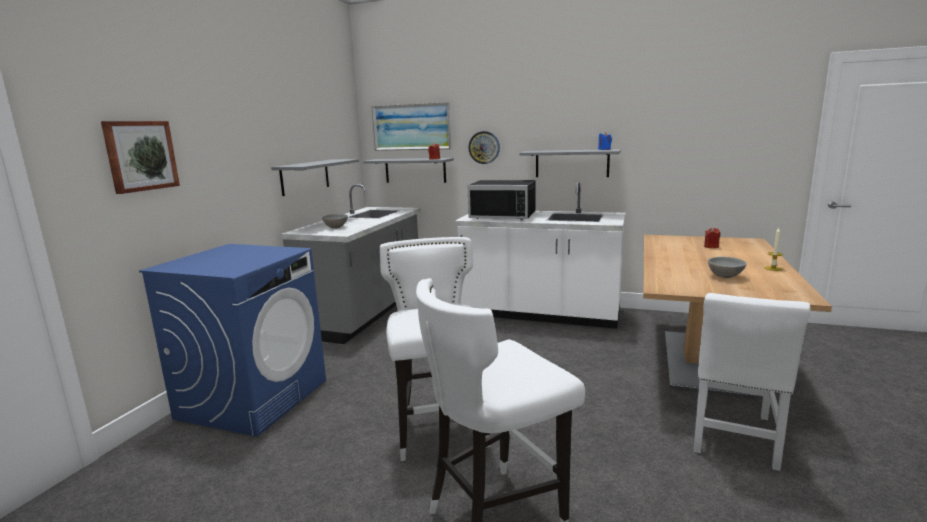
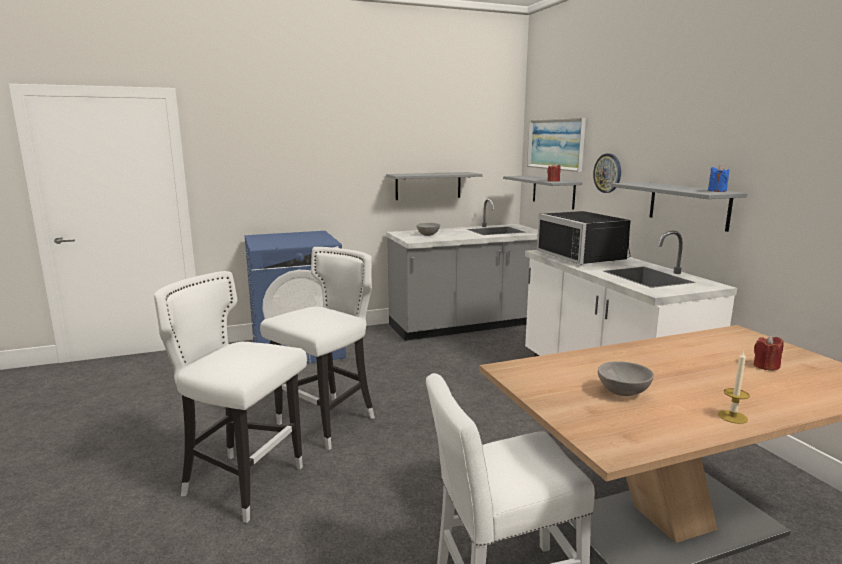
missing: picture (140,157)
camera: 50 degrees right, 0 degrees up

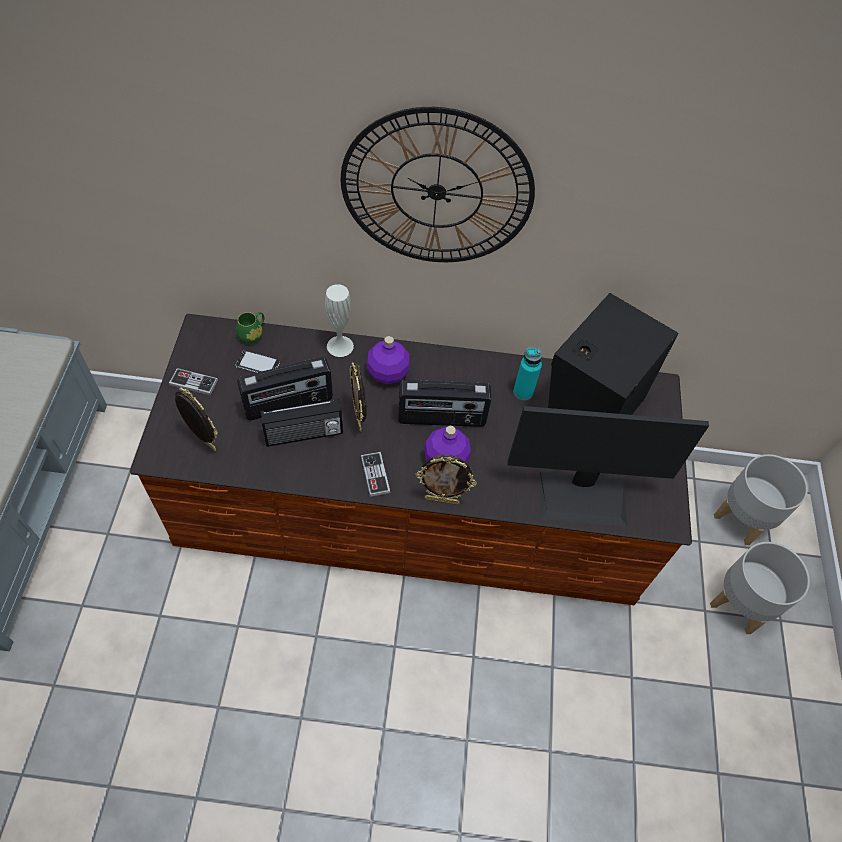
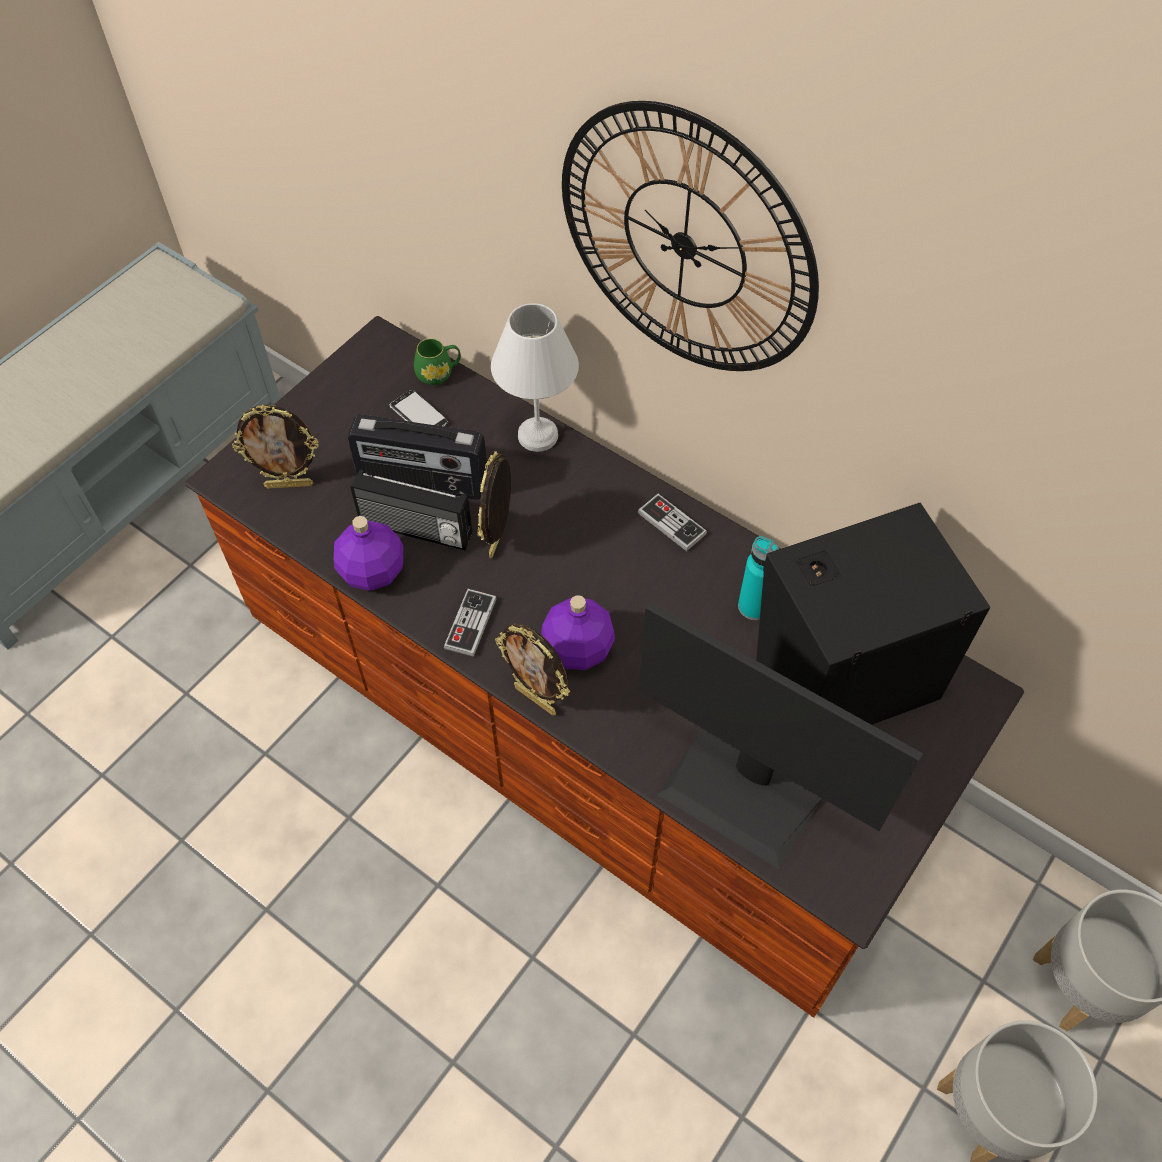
missing: radio receiver (444,403)
relocated: purple-coloured drink bottle (388,360) to (368,553); game controller (193,382) to (672,522)
exchanged: white flower vase (339,320) to white table lamp (535,377)
spun: picture frame (196,419) = (275,446) 105 degrees clockwise
camera: 35 degrees right, 0 degrees up

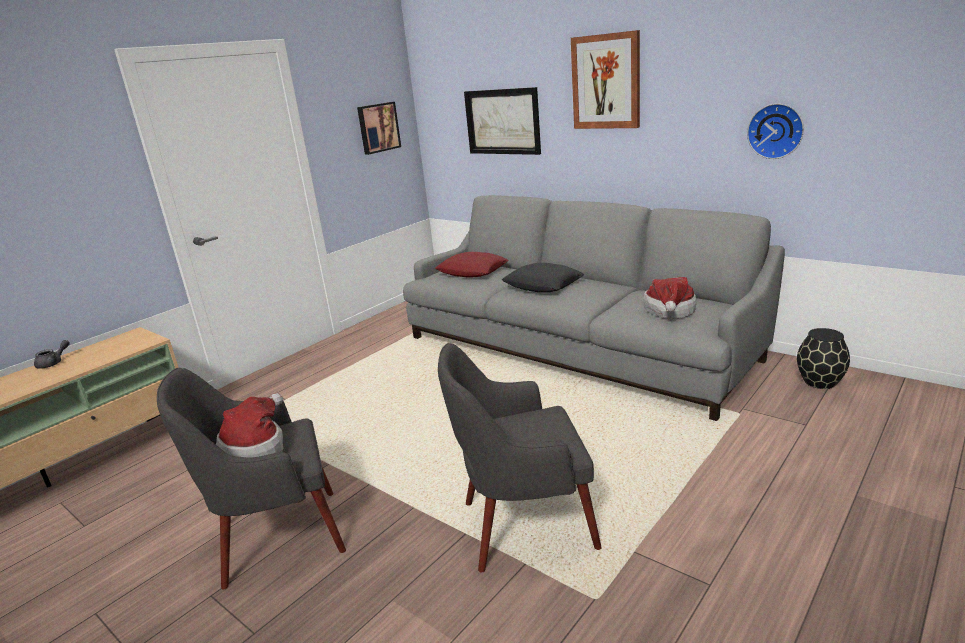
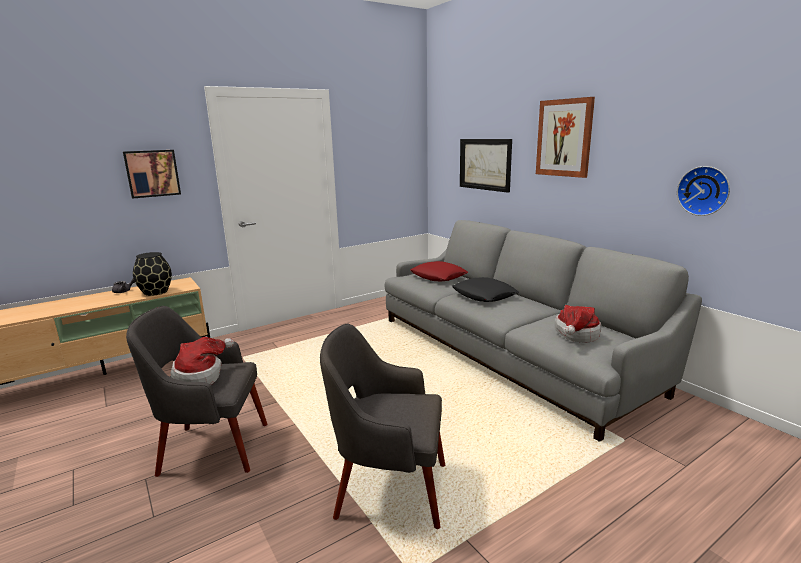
relocated: picture (379,128) to (152,174); black flower vase (823,358) to (152,274)
camera: 15 degrees right, 5 degrees down

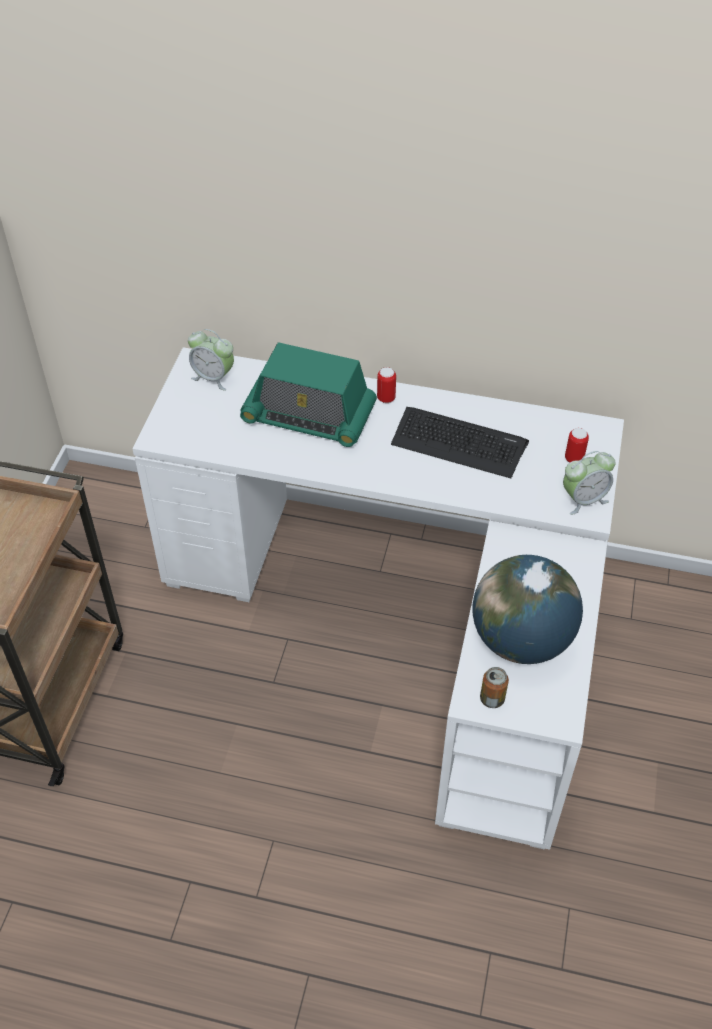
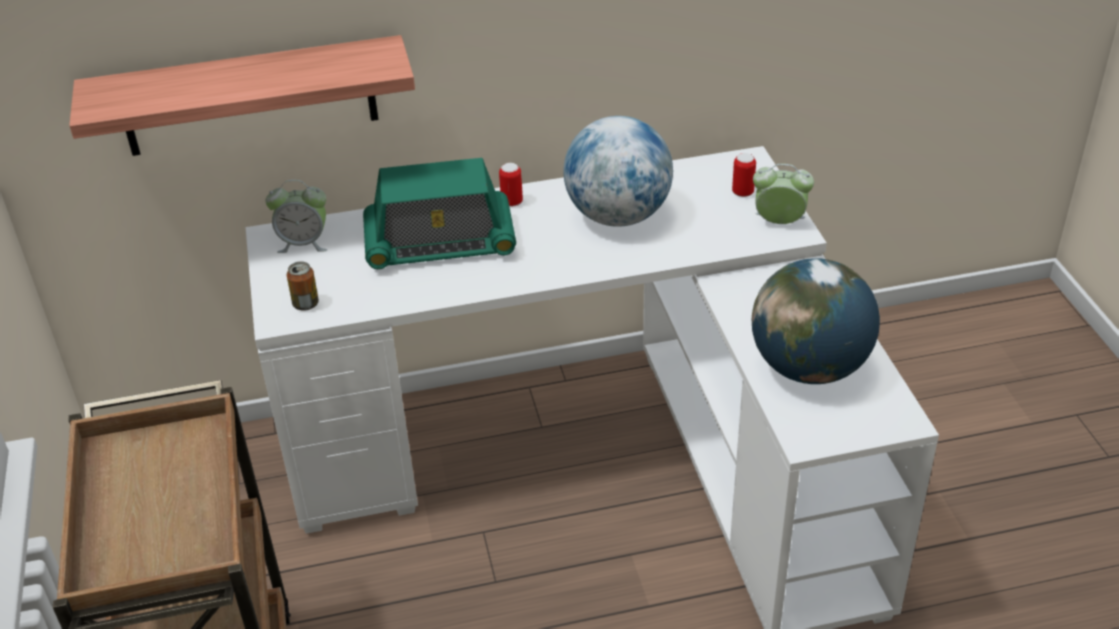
appeared: shelf (242,95)
relocated: metal can (494,687) to (303,286)
exchanged: PC keyboard (460,443) to globe (618,171)
spun: alarm clock (589,483) = (783,194) 120 degrees counterclockwise
camera: 25 degrees left, 10 degrees down

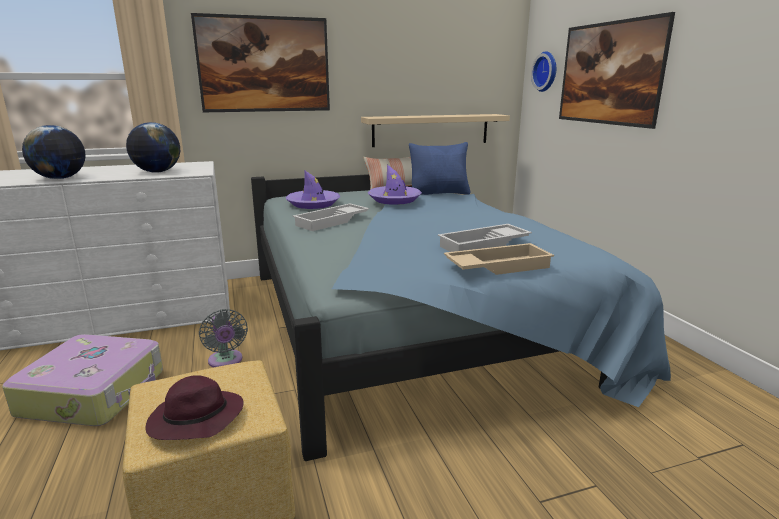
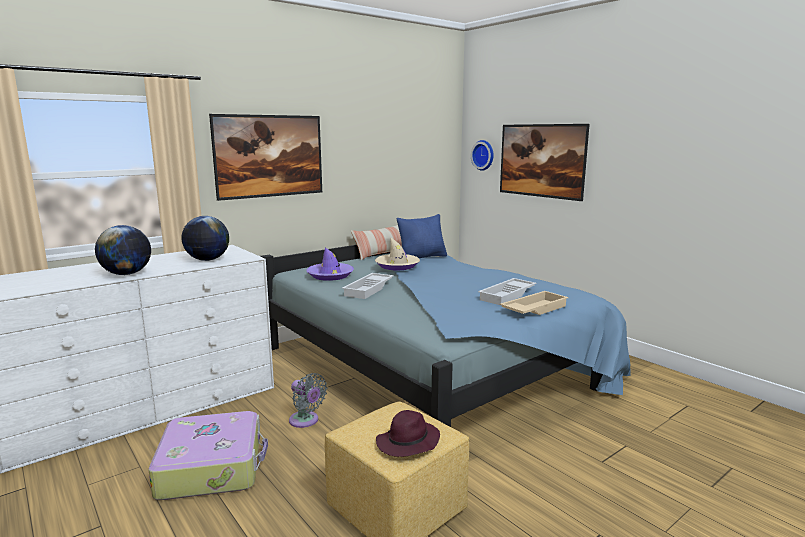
missing: beige-coloured shelf (435,130)
colour: purple-coloured wearable hat (395,184) to beige-coloured wearable hat (397,253)
camera: 20 degrees left, 5 degrees down

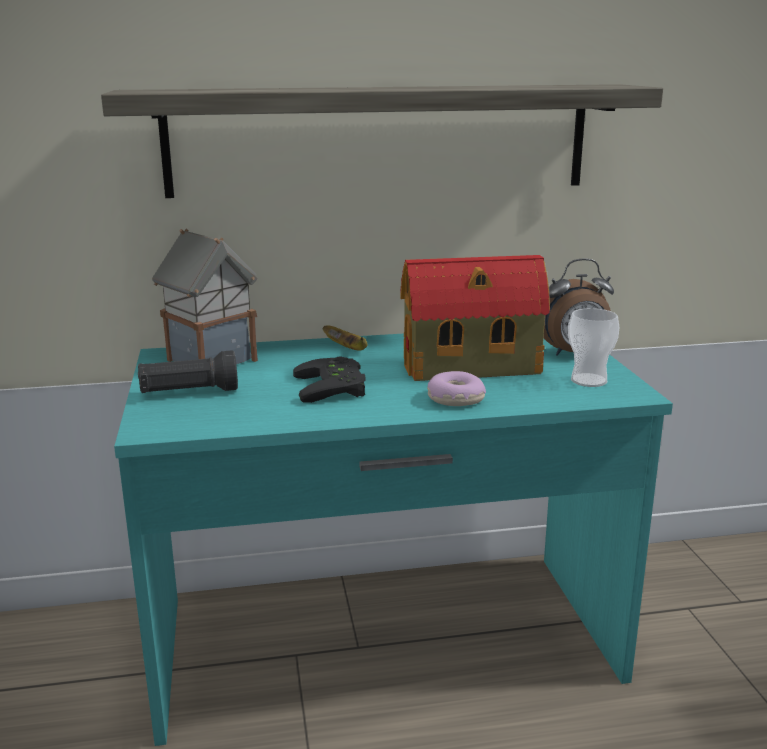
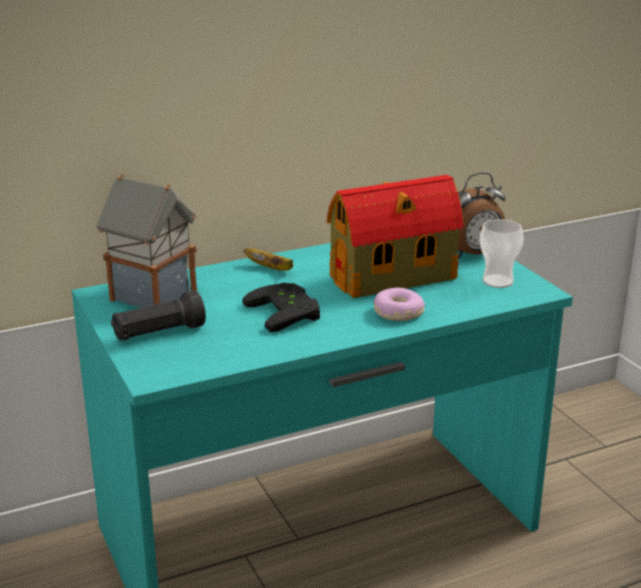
missing: shelf (382,141)
camera: 15 degrees left, 5 degrees up

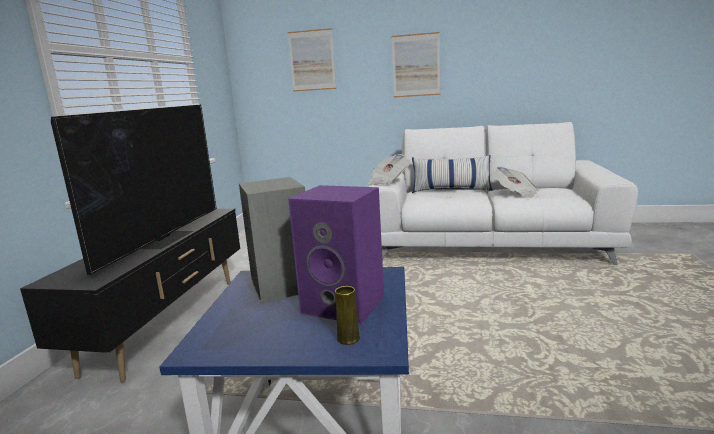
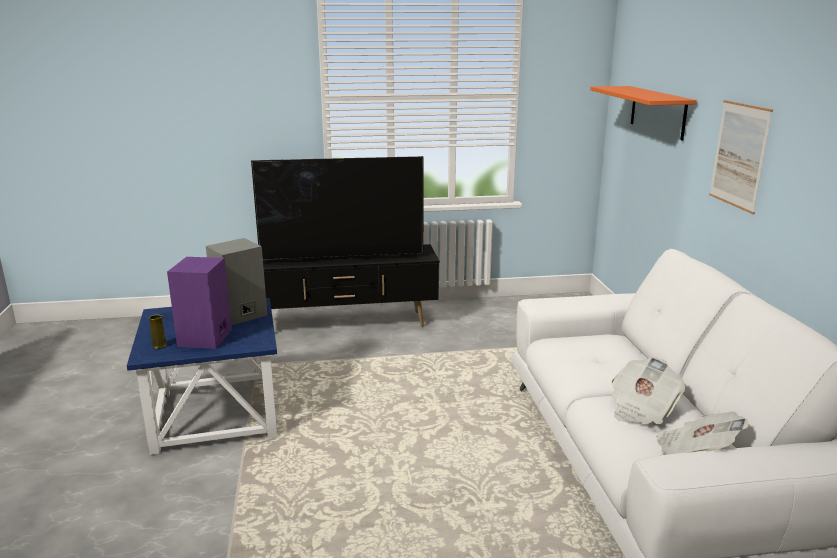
missing: cushion (452,174)
relocated: newspaper (389,169) to (702,433)
exchanged: picture (312,60) to orangey shelf (643,113)
camera: 70 degrees right, 5 degrees up

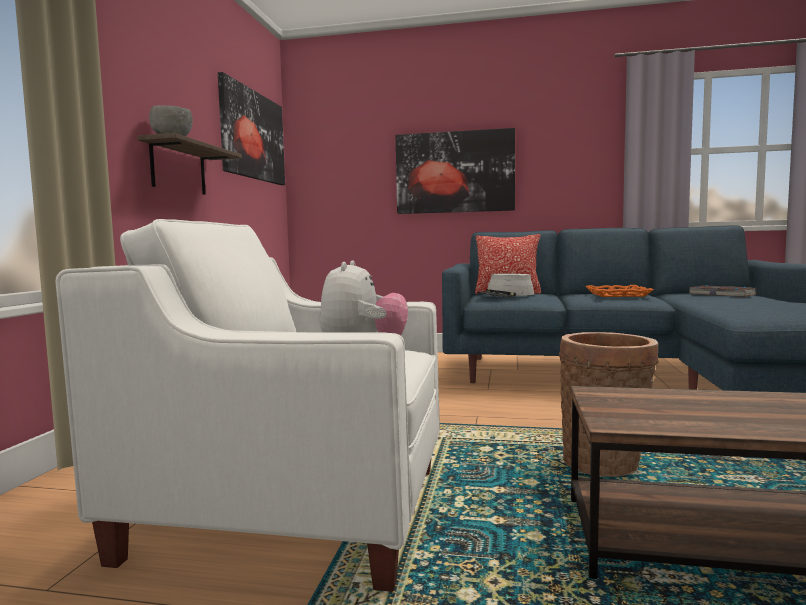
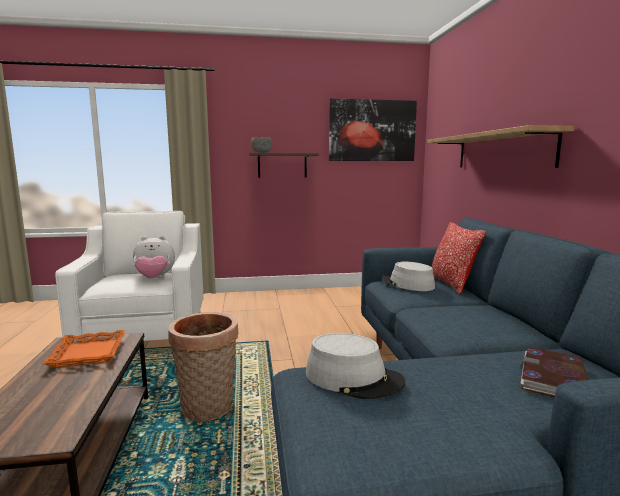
appeared: grey wearable hat (355,366)
relocated: orangey carrying tray (619,291) to (84,349)
exchanged: picture (455,171) to shelf (500,146)
camera: 70 degrees right, 5 degrees up

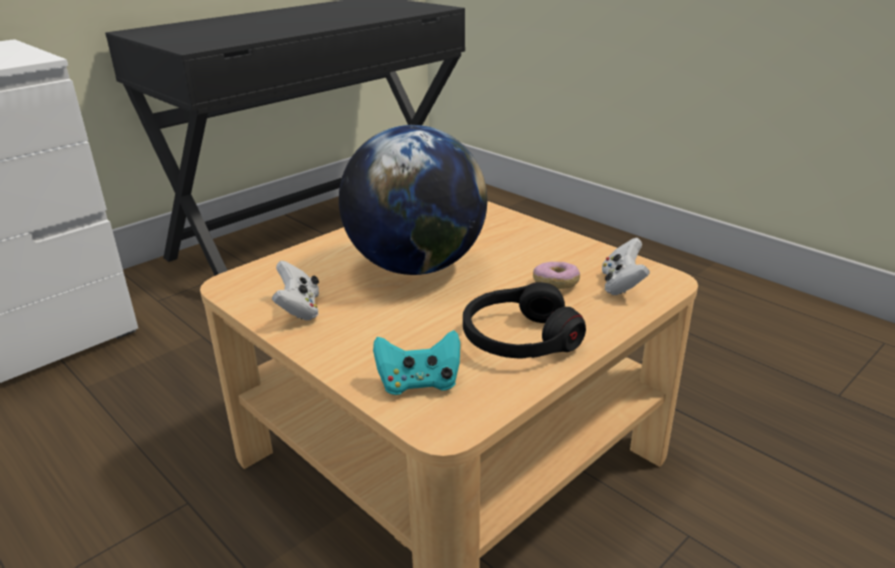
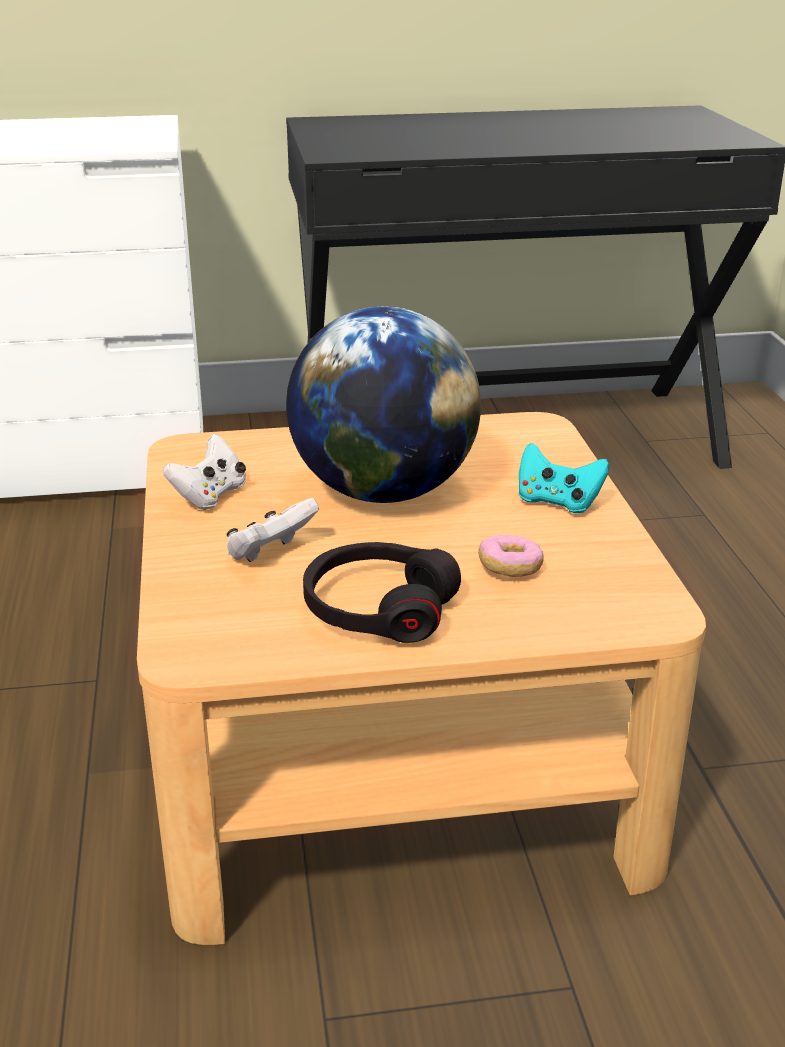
relocated: white game controller (626,266) to (272,530); blue-green game controller (416,362) to (564,477)
camera: 35 degrees right, 0 degrees up

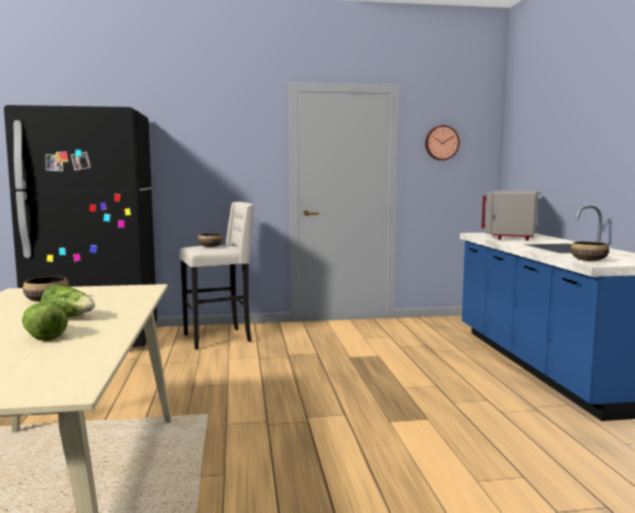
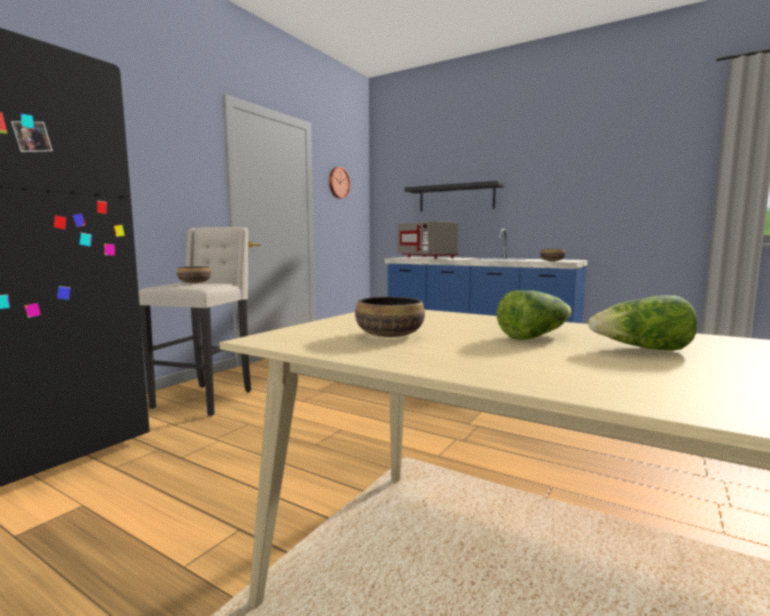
appeared: black shelf (454,196)
camera: 50 degrees left, 0 degrees up

